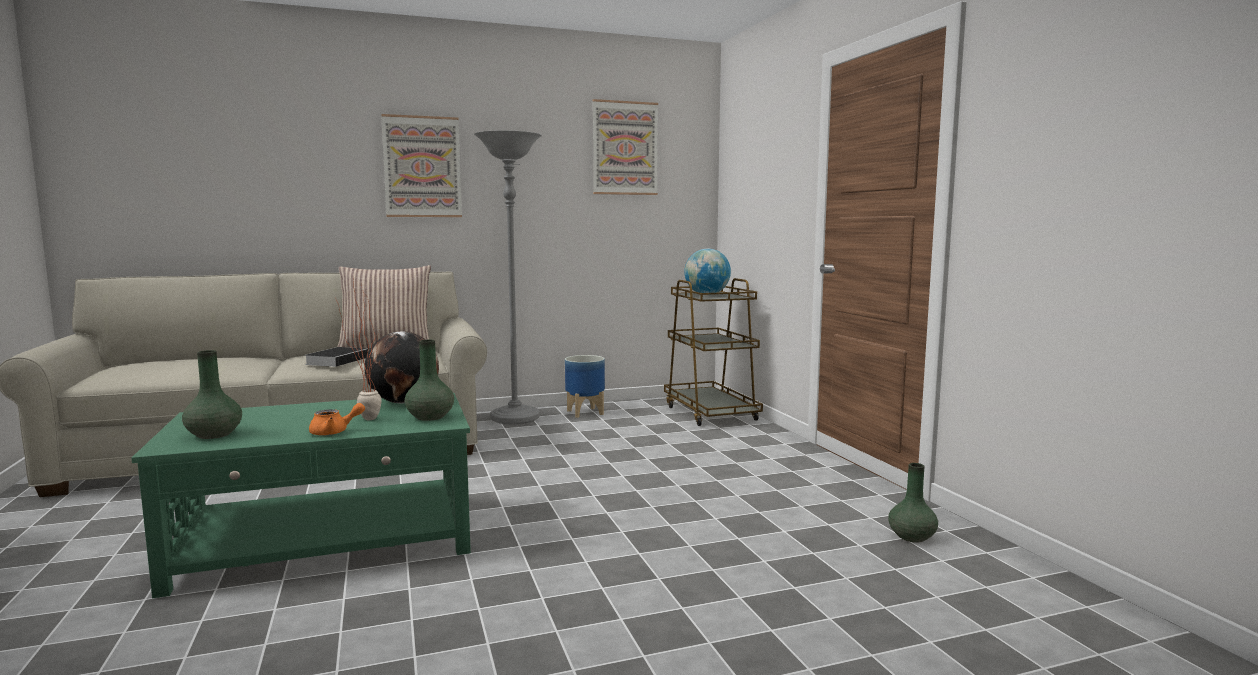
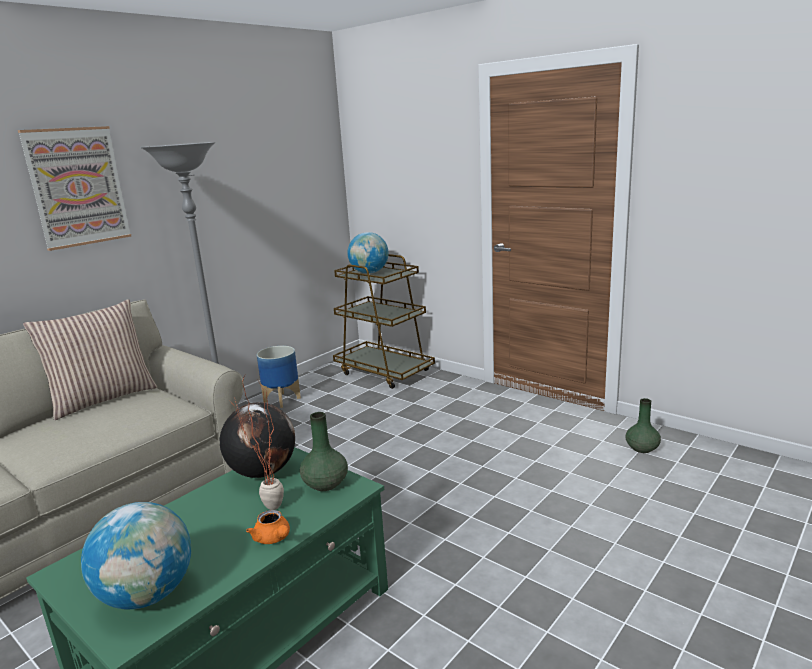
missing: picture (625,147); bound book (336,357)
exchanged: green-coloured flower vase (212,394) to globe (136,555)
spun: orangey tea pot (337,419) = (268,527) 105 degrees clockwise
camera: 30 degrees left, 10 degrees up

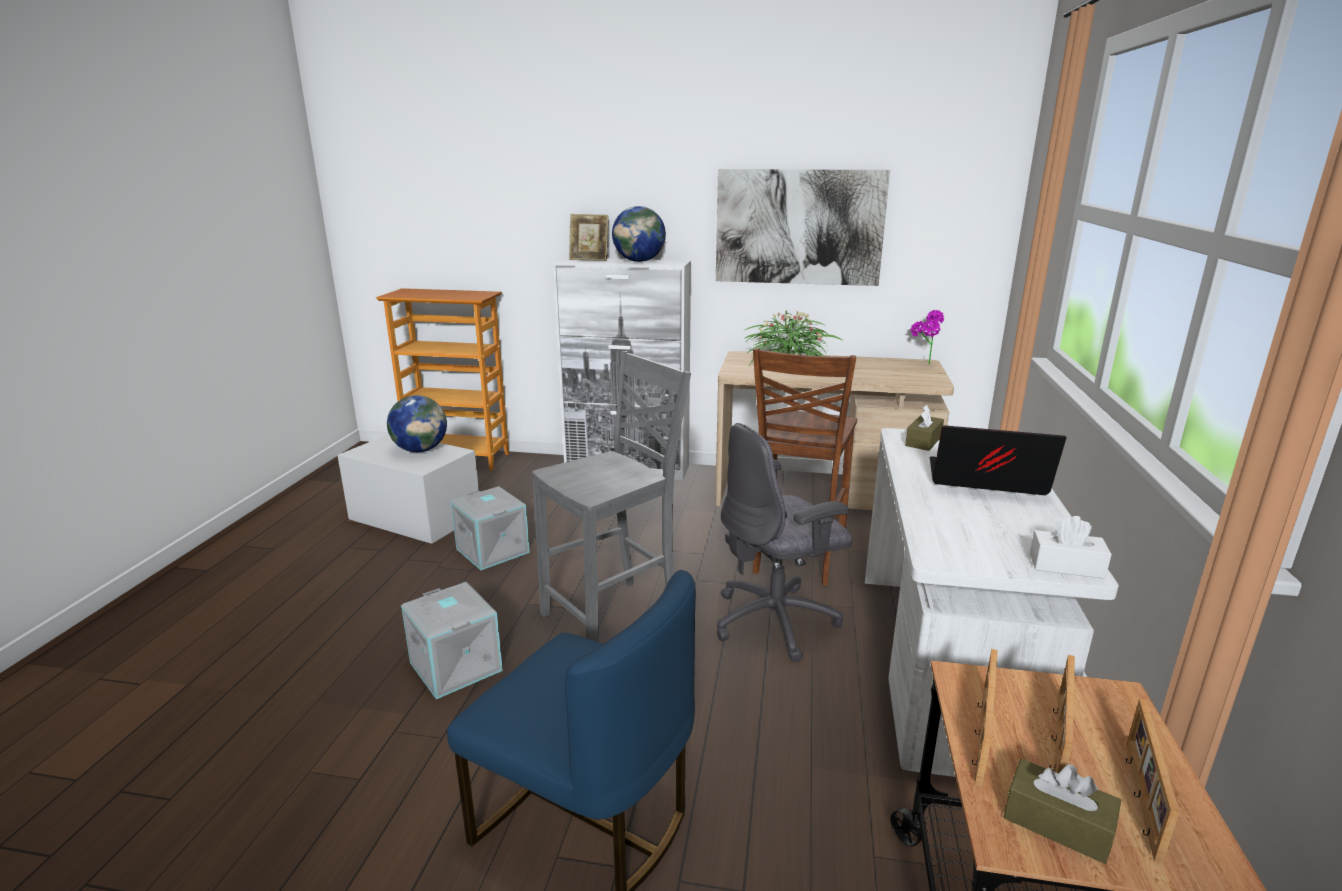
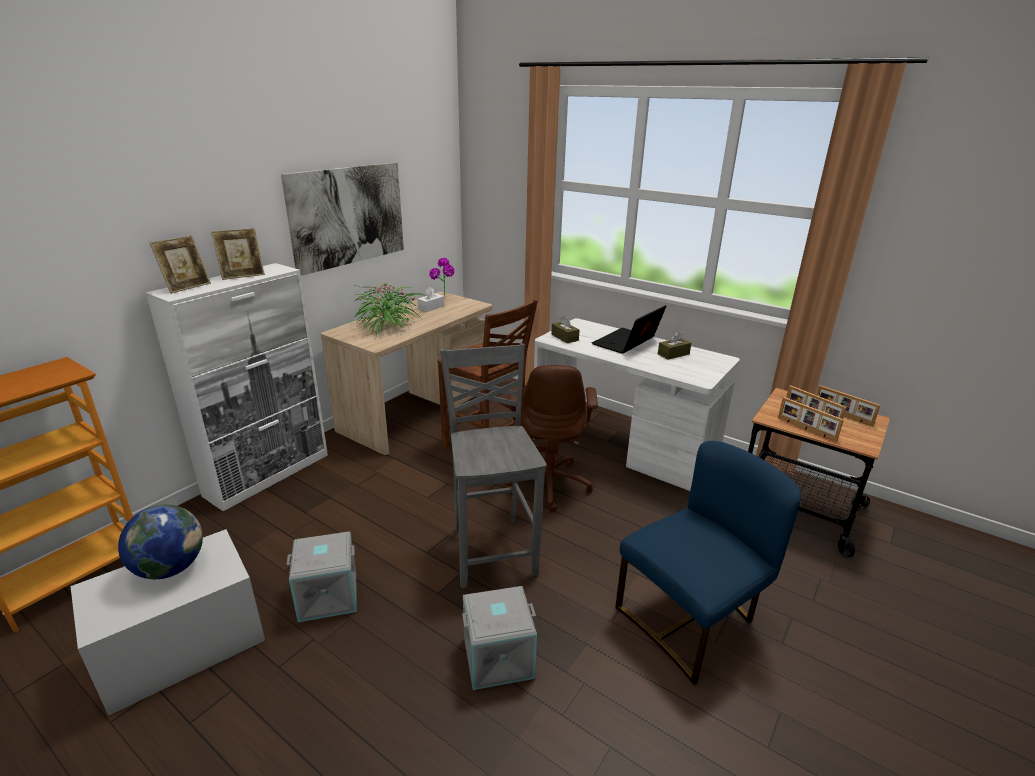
relocated: white box of tissues (1071,547) to (430,299); brownish box of tissues (1062,811) to (674,345)
exchanged: globe (639,234) to picture frame (238,254)
colour: grey office chair (784,542) to brownish office chair (551,438)
camera: 65 degrees left, 5 degrees up

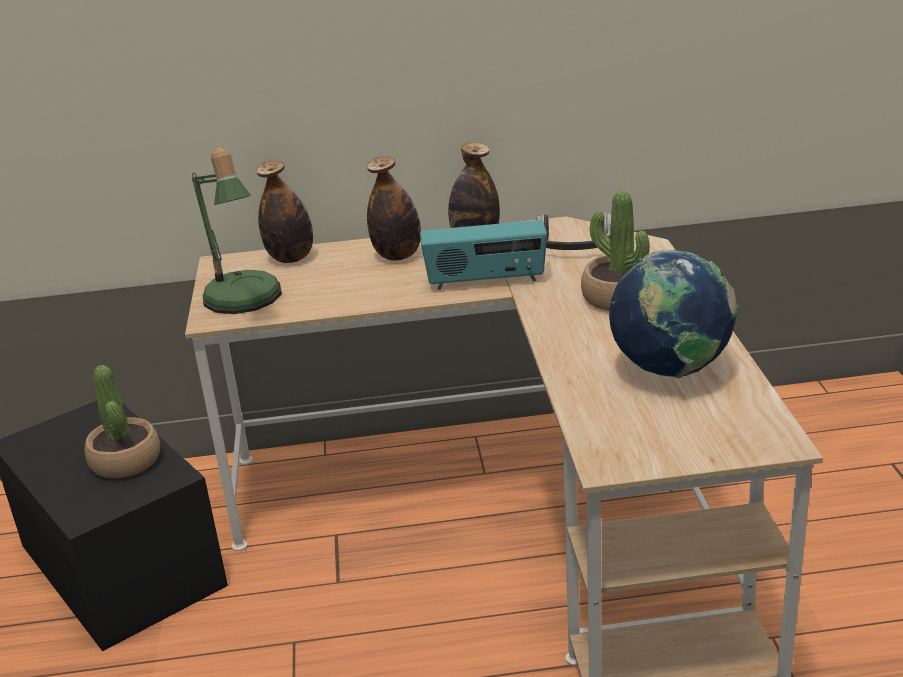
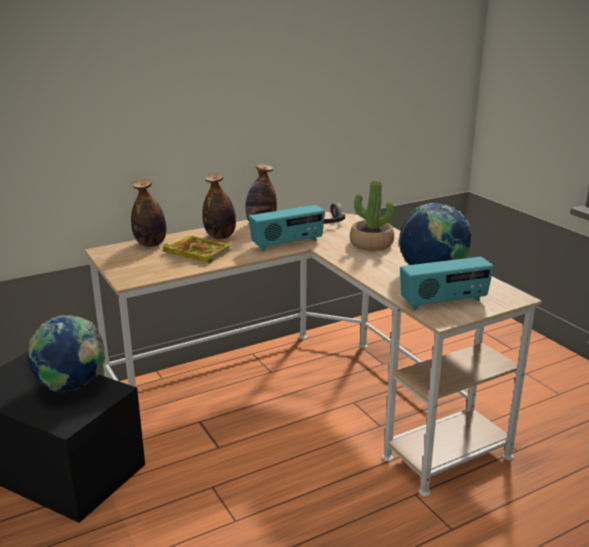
missing: table lamp (237,230)
appeared: bound book (197,249); radio receiver (447,283)
exchanged: potted plant (122,421) to globe (66,353)
camera: 25 degrees left, 5 degrees down

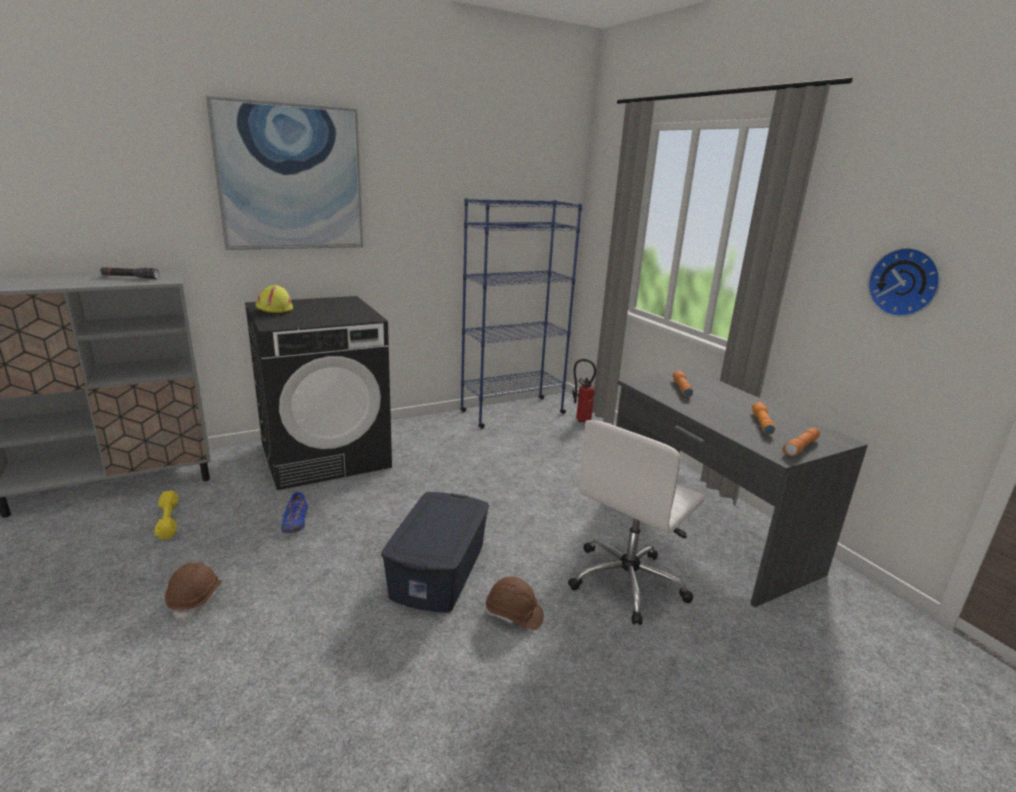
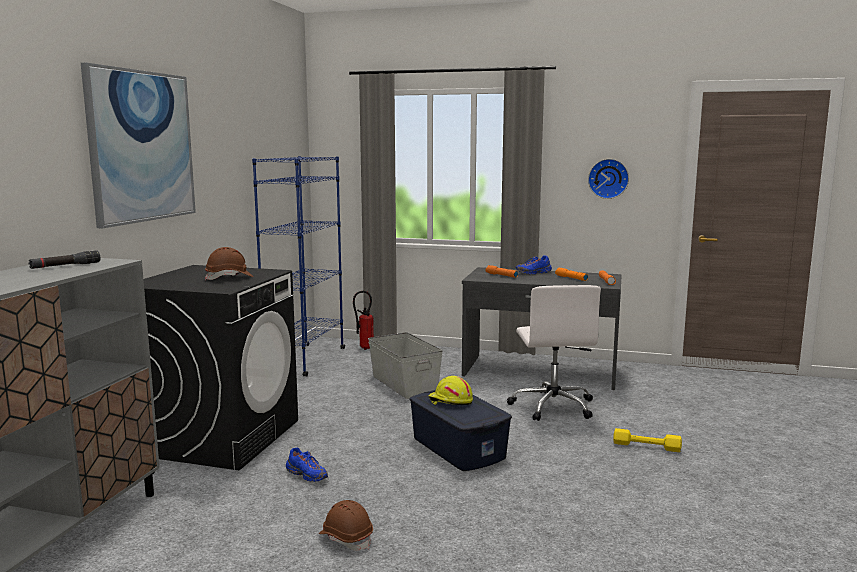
appeared: blue low shoe (534,264); grey storage container (405,365)
relocated: yellowish hard hat (274,299) to (450,390); yellowish dumbbell (167,515) to (647,440); brownish hard hat (515,603) to (229,264)
camera: 45 degrees left, 10 degrees down

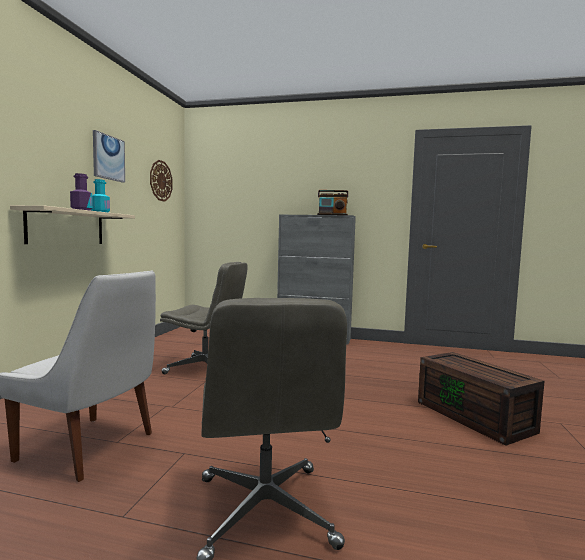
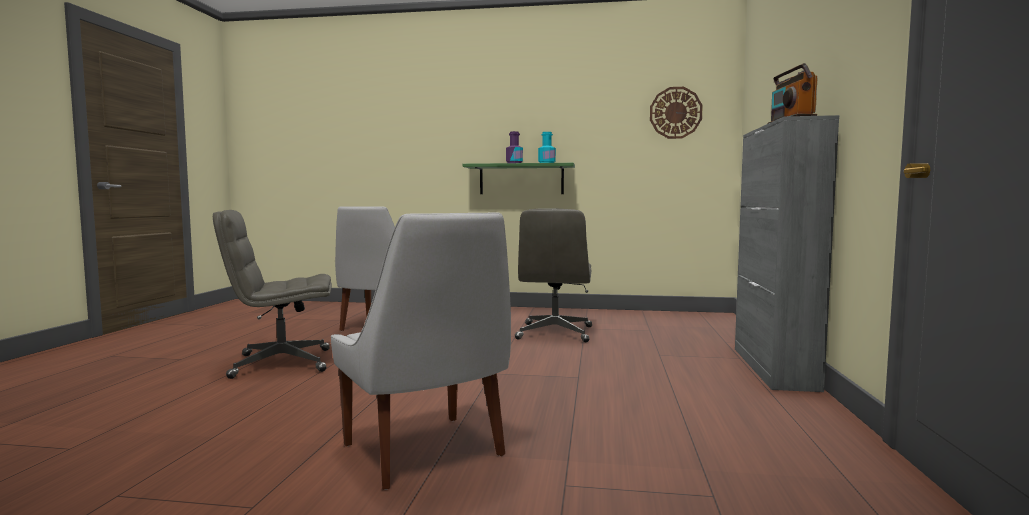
missing: picture (109,156)
exchanged: brownish storage container (481,399) to white upright chair (421,351)
colour: beige-coloured shelf (72,224) to green-coloured shelf (519,178)
camera: 85 degrees right, 0 degrees up

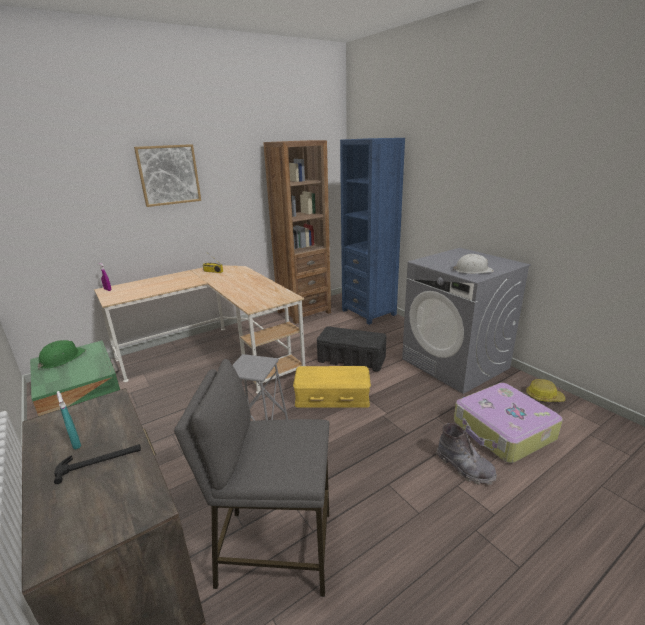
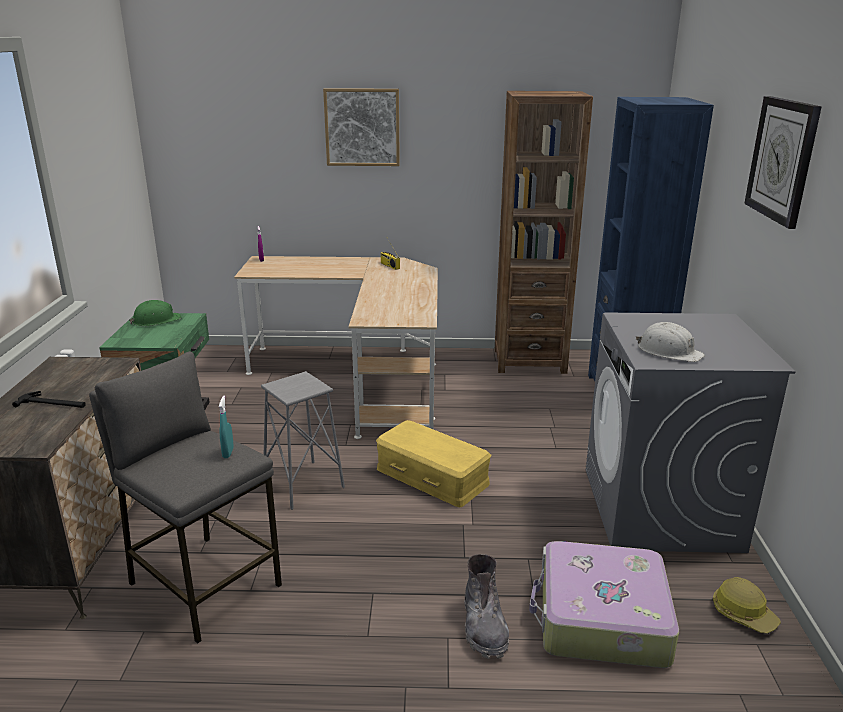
missing: black storage container (351,348)
appeared: hanging clock (783,162)
relocated: blue-green spray bottle (69,420) to (226,427)
camera: 35 degrees right, 0 degrees up

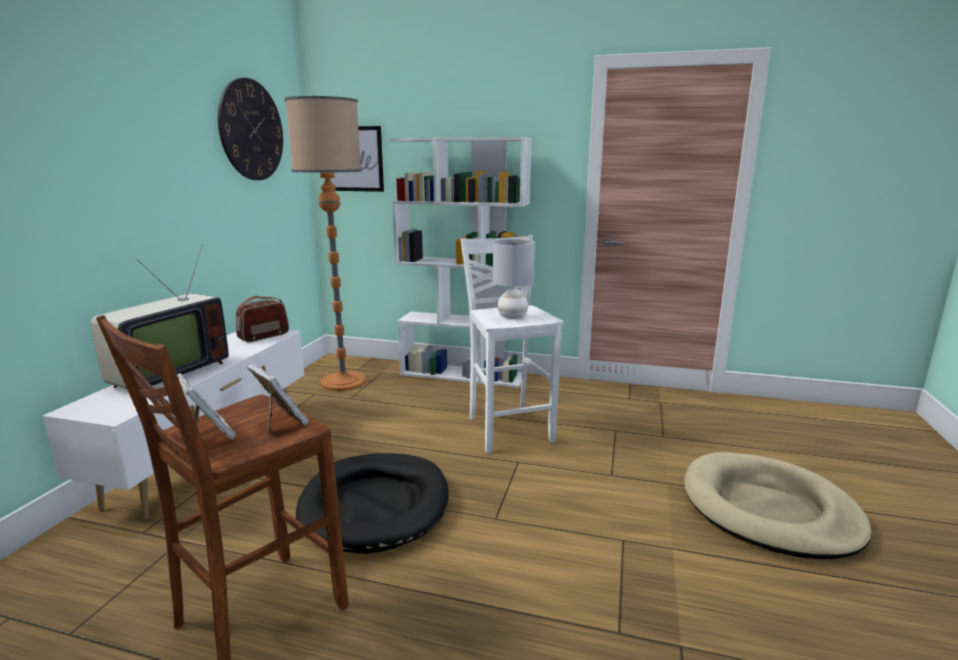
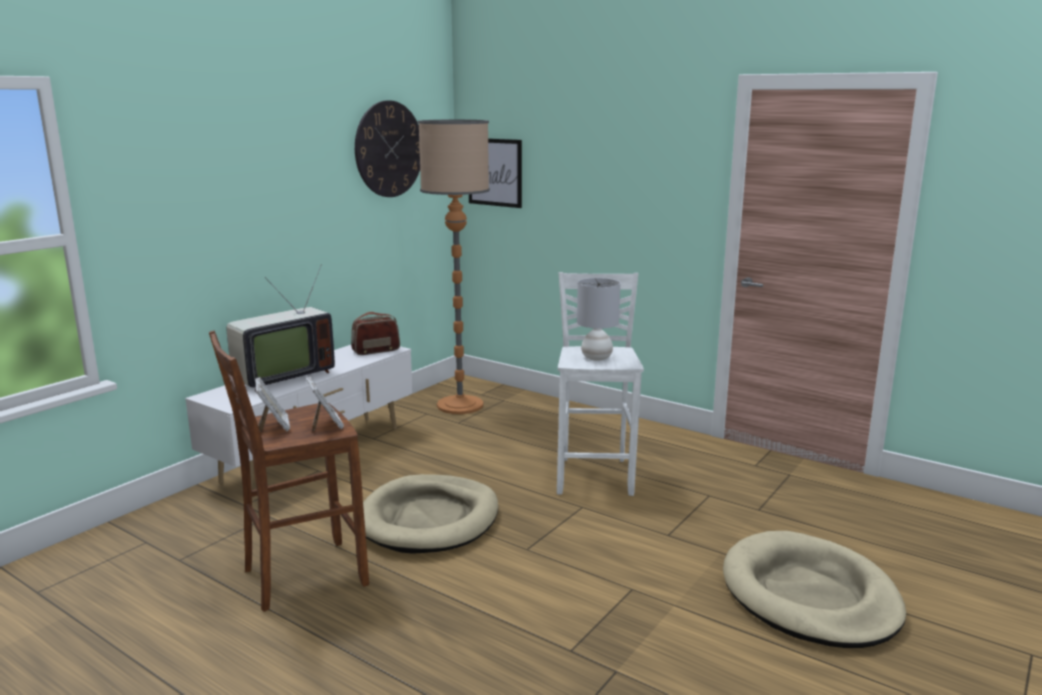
missing: white bookshelf (460,262)
colour: black pet bed (372,503) to beige-coloured pet bed (430,514)
camera: 20 degrees right, 0 degrees up

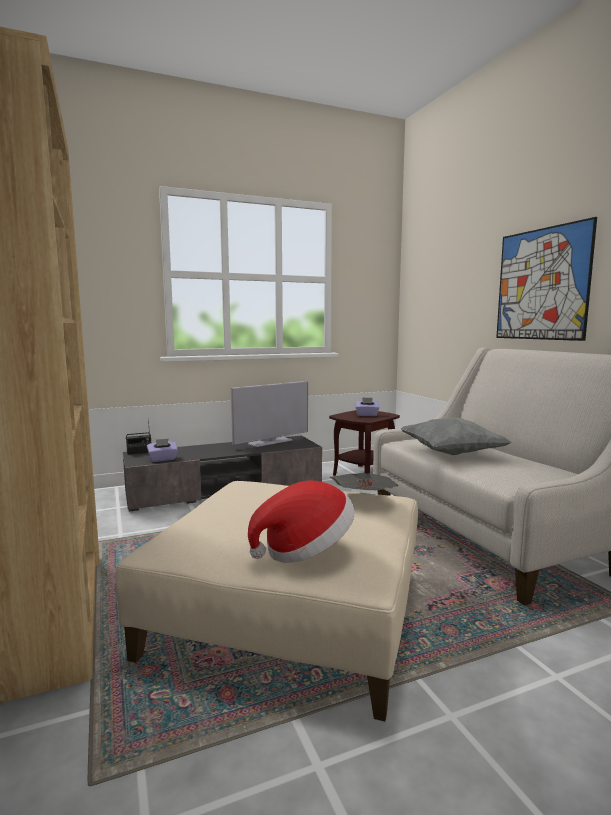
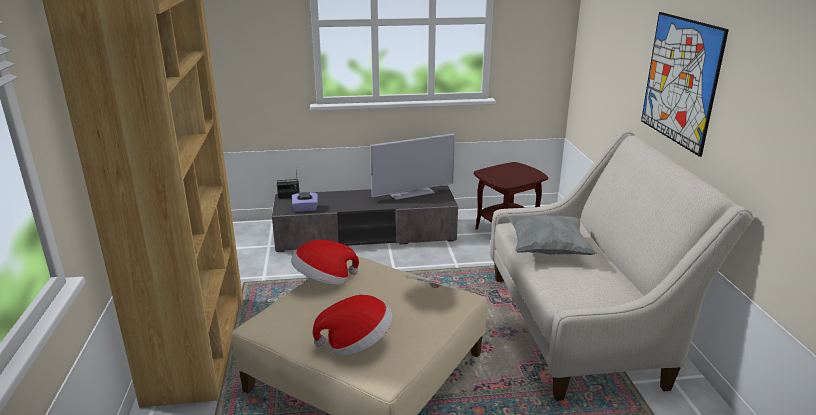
missing: purple-coloured box of tissues (367,406)
appeared: wearable hat (325,262)
camera: 15 degrees right, 15 degrees up

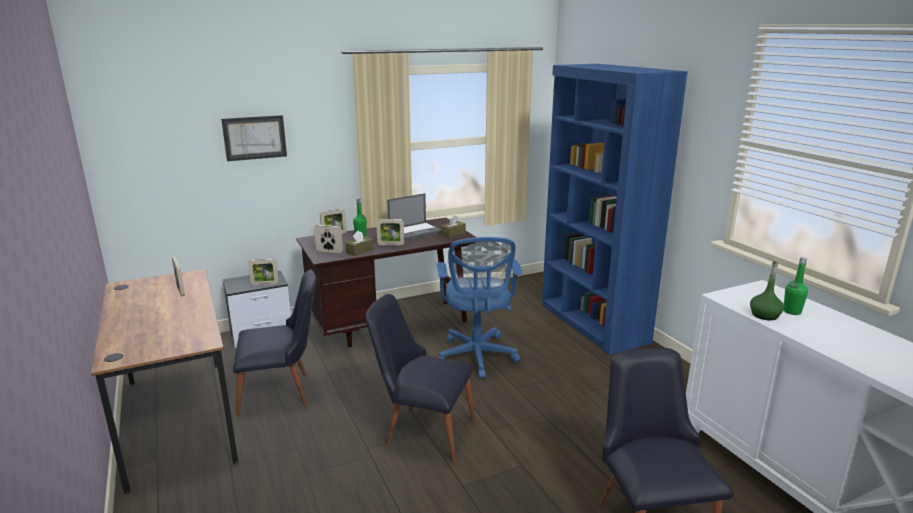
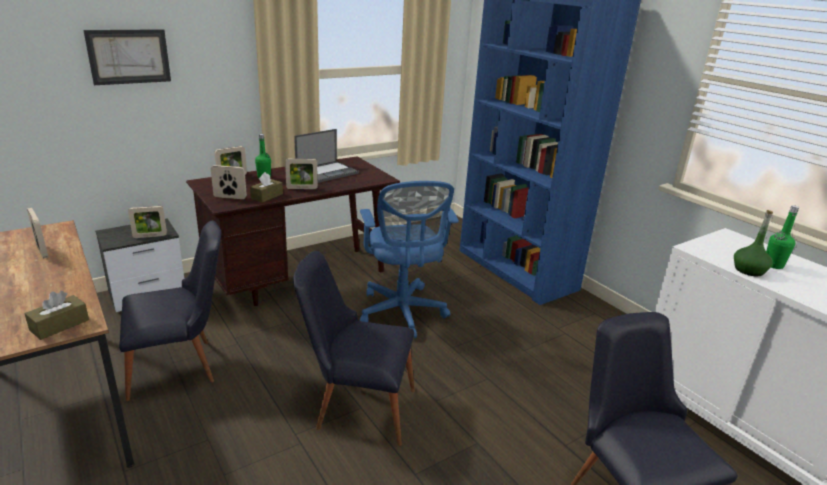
relocated: brownish box of tissues (453,226) to (57,315)
camera: 10 degrees left, 5 degrees up

